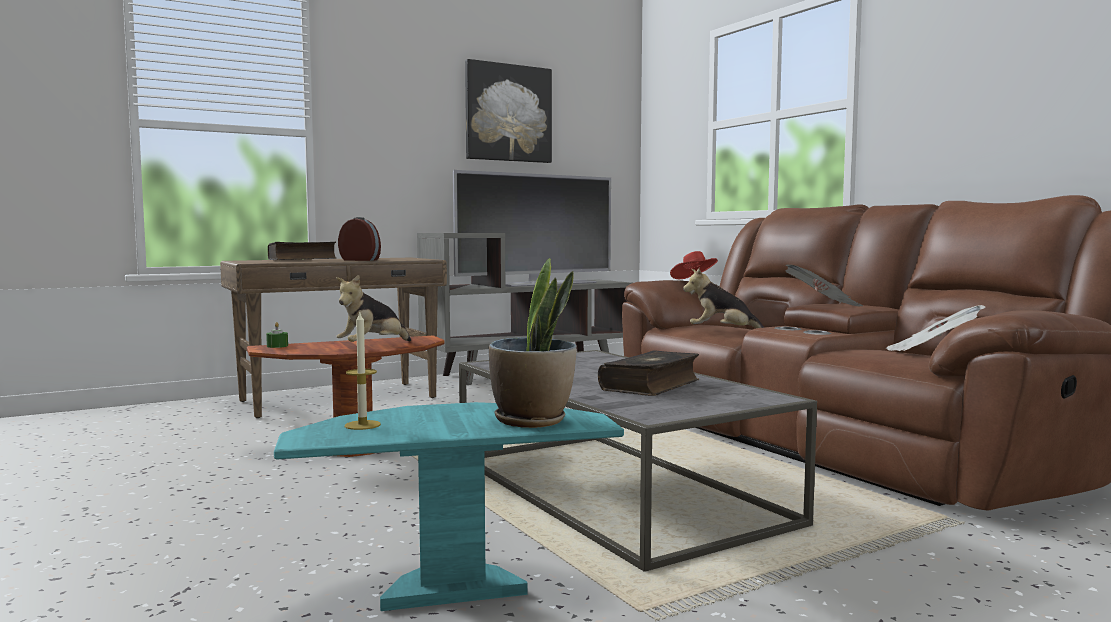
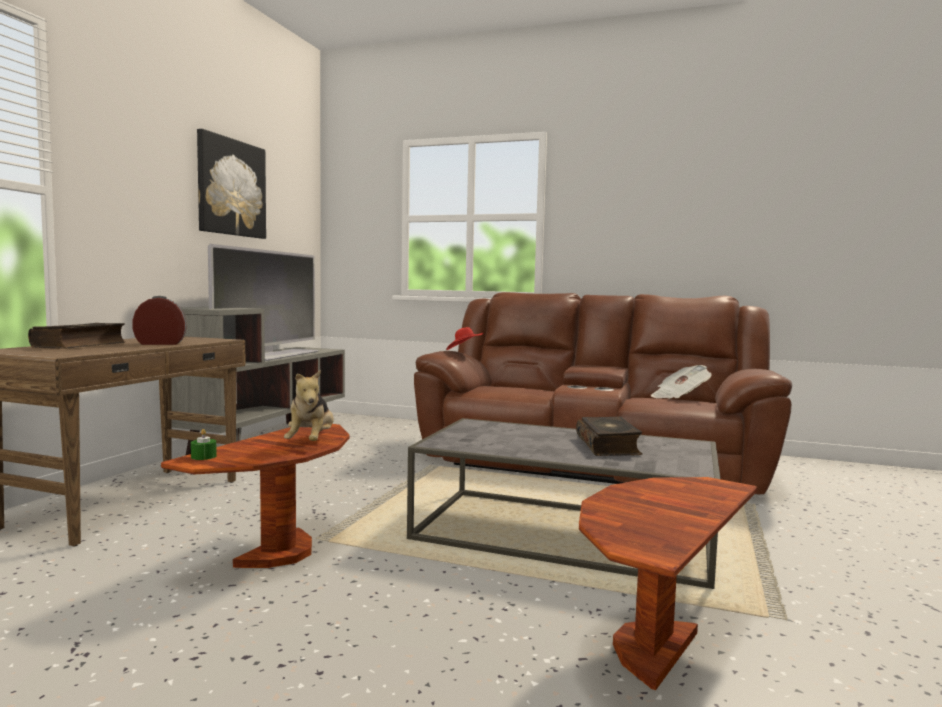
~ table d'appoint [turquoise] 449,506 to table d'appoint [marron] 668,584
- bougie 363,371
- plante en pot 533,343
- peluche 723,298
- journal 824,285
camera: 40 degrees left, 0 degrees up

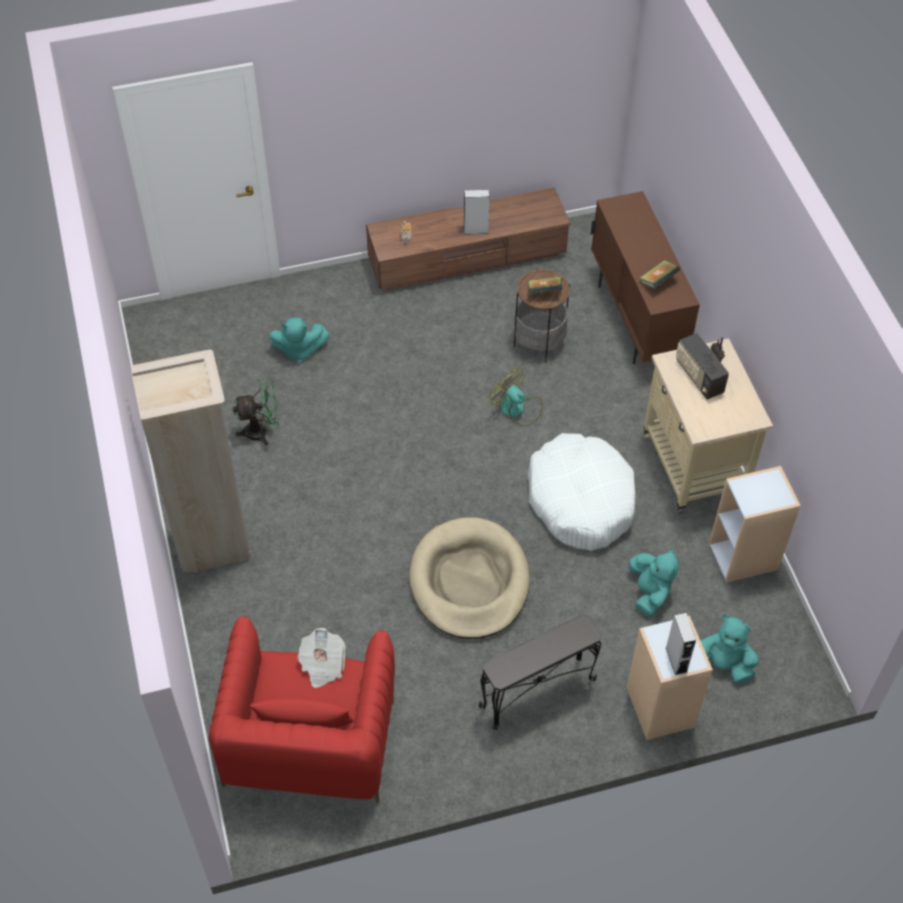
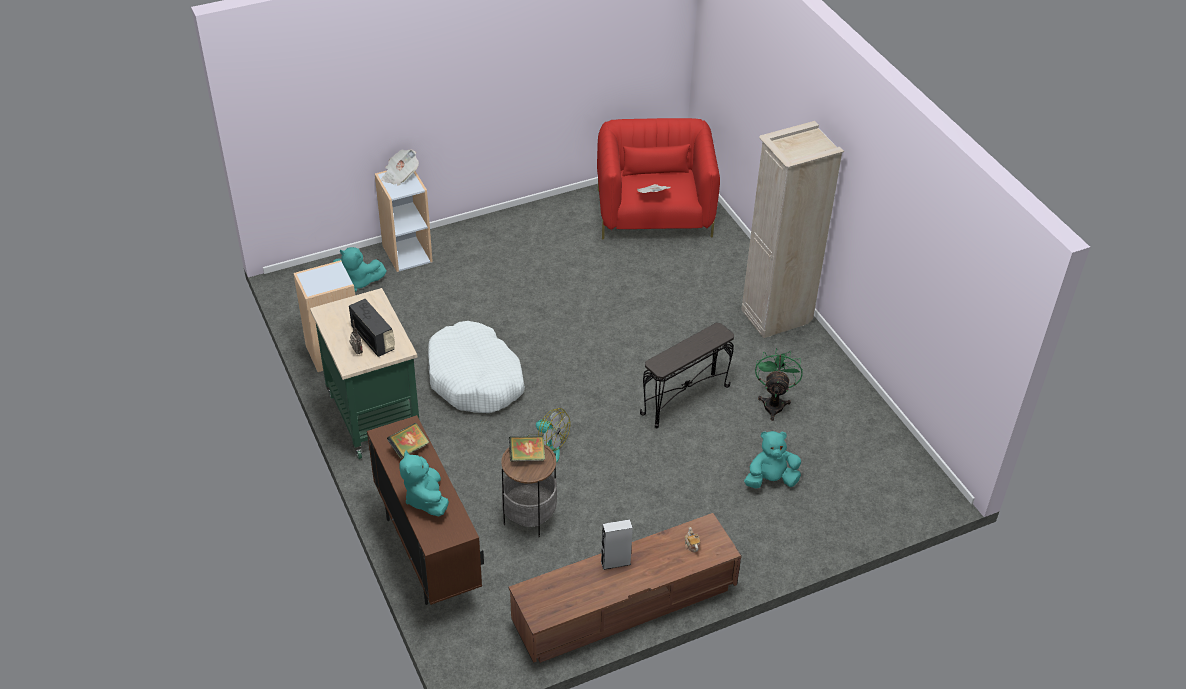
~ ventilateur [vert] 255,412 = 779,384 120 degrees clockwise
- panier pour chien [beige] 469,578
~ table d'appoint [noir] 540,672 to 687,375
~ peluche [turquoise] 653,582 to 424,483
~ chariot [beige] 708,426 to chariot [vert] 364,373
~ enceinte [gris] 681,644 to journal 400,167
camera: 170 degrees right, 10 degrees down

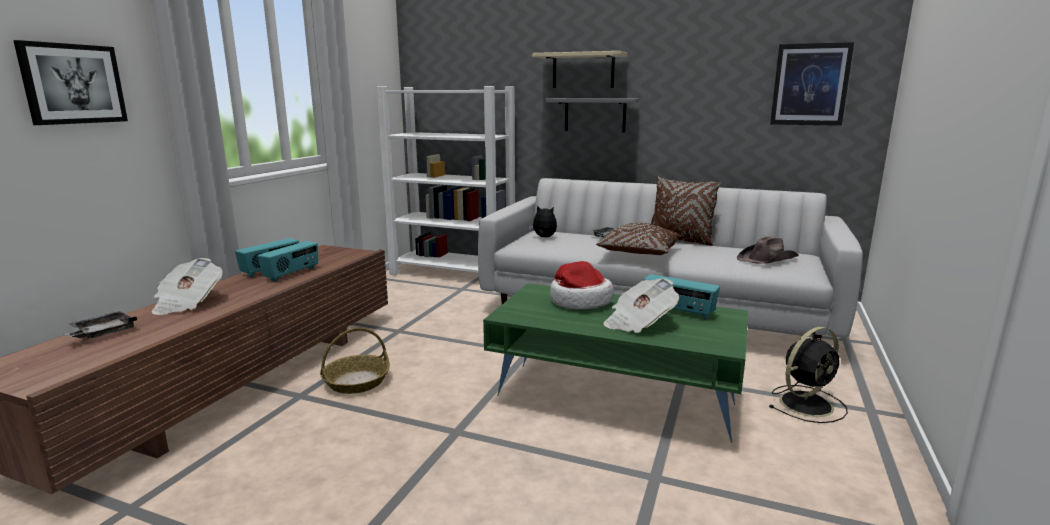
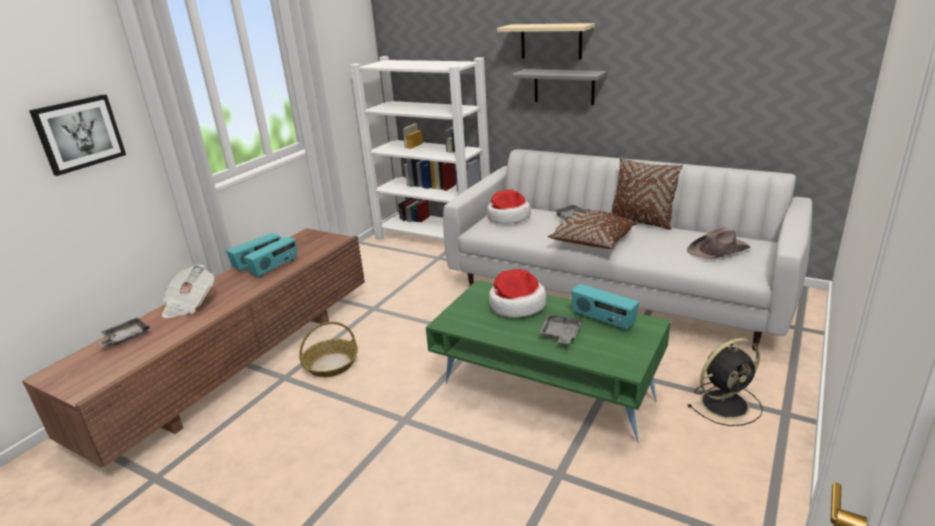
~ peluche 543,221 to chapeau 509,206
~ journal 641,305 to plateau [gris] 560,329
- tableau 812,84
camera: 10 degrees right, 10 degrees up

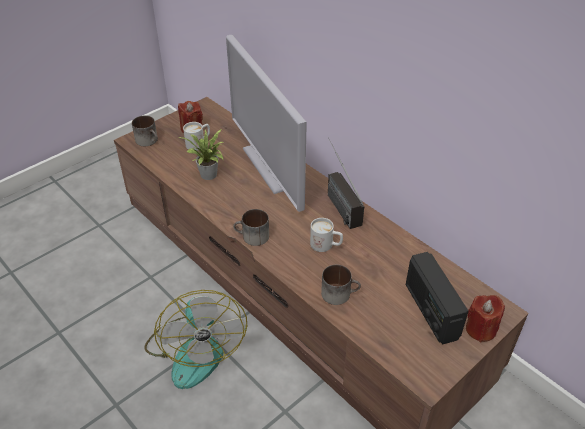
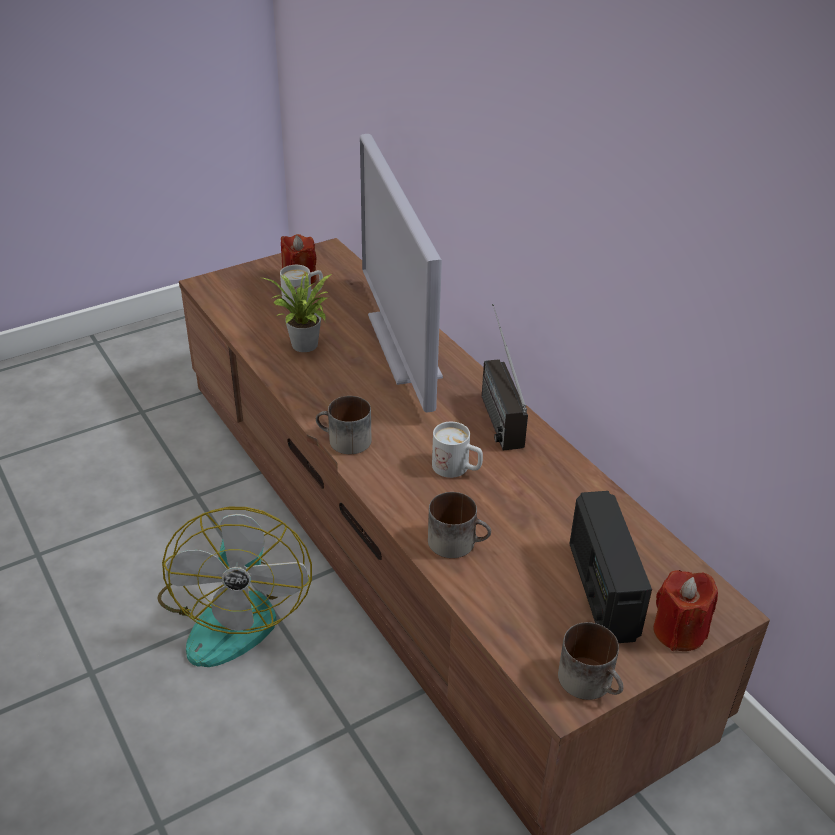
~ mug 145,130 to 591,661
camera: 10 degrees right, 5 degrees down

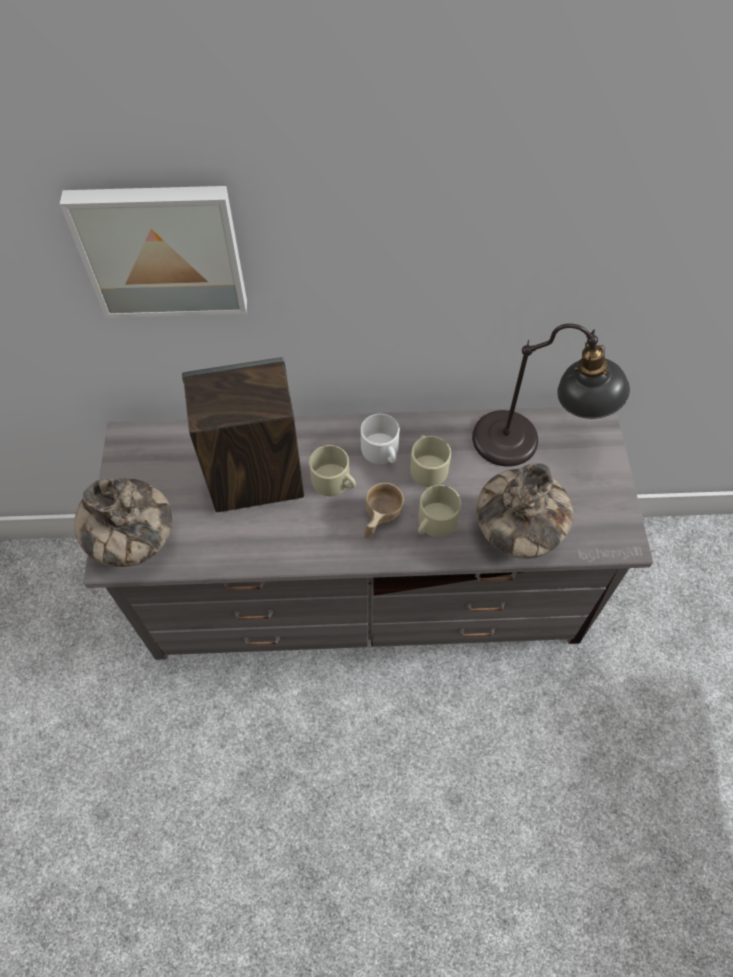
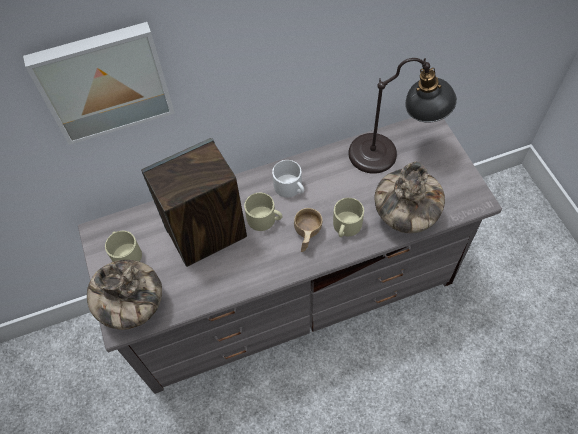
~ mug [beige] 430,461 to 123,246
camera: 15 degrees left, 0 degrees up

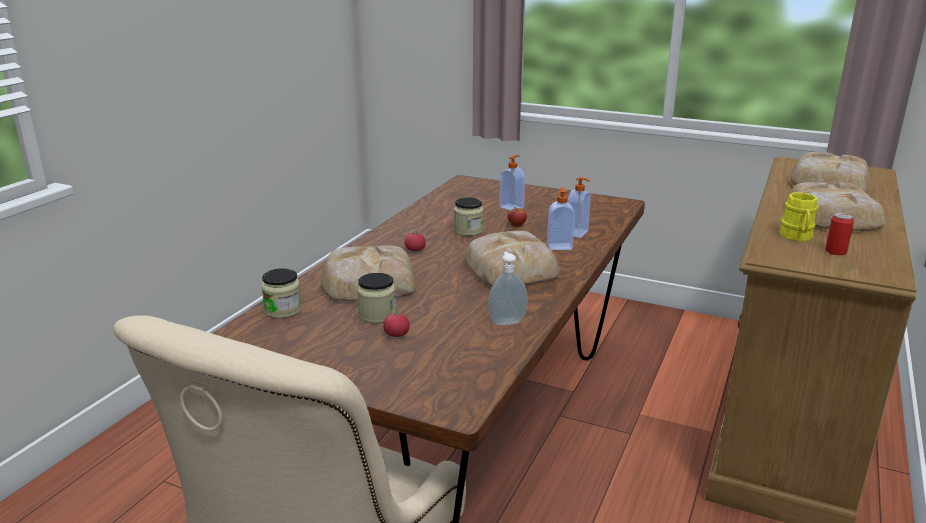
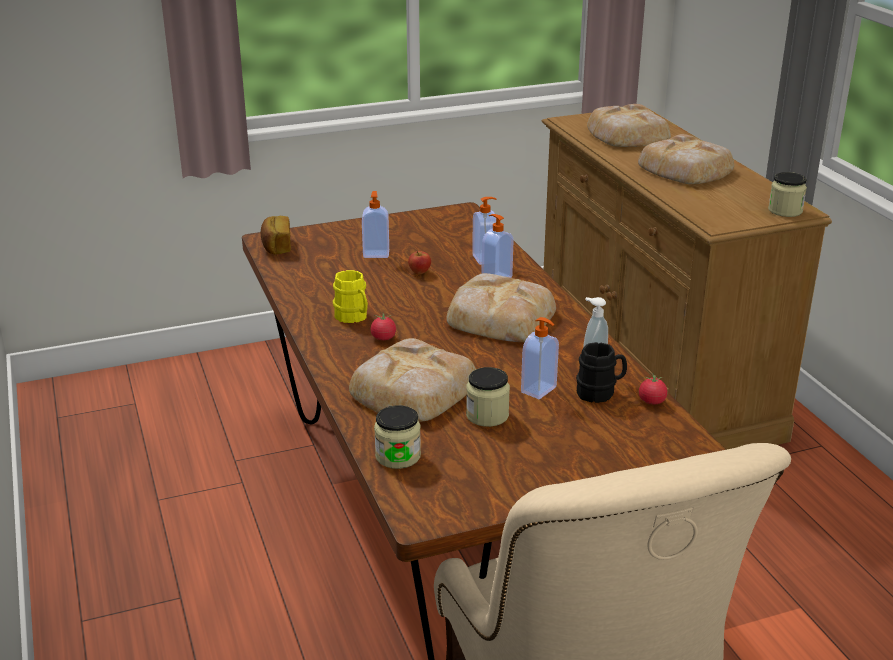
~ tomate 396,322 to 653,388
~ bocal 469,216 to 787,194
~ mug [jaune] 799,217 to 350,296
- boîte métallique 839,233
+ pain 276,235
+ distributeur de savon 540,358
+ mug [noir] 601,372
camera: 45 degrees left, 5 degrees up

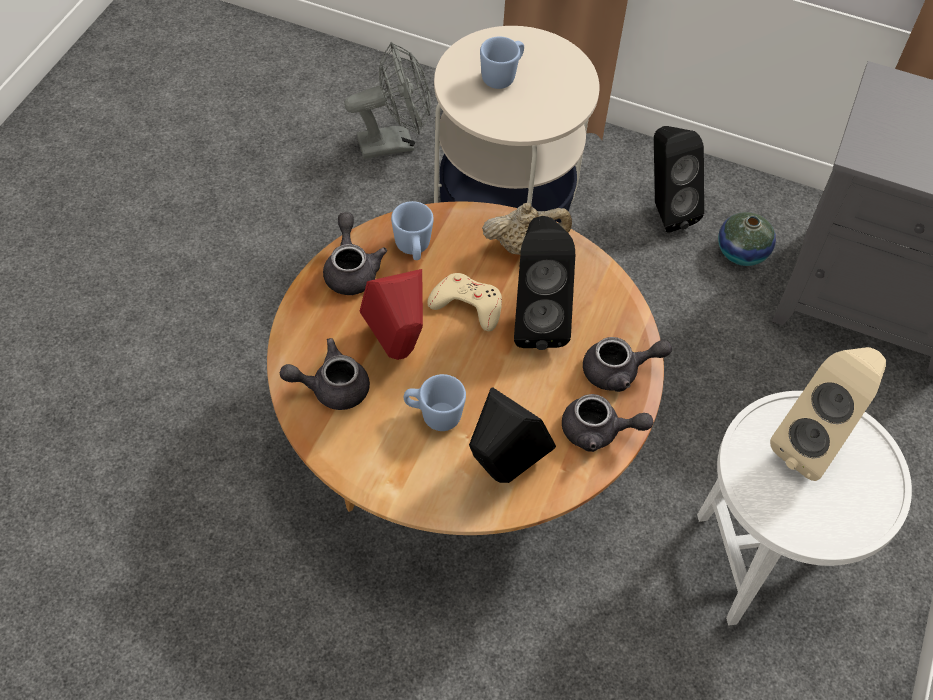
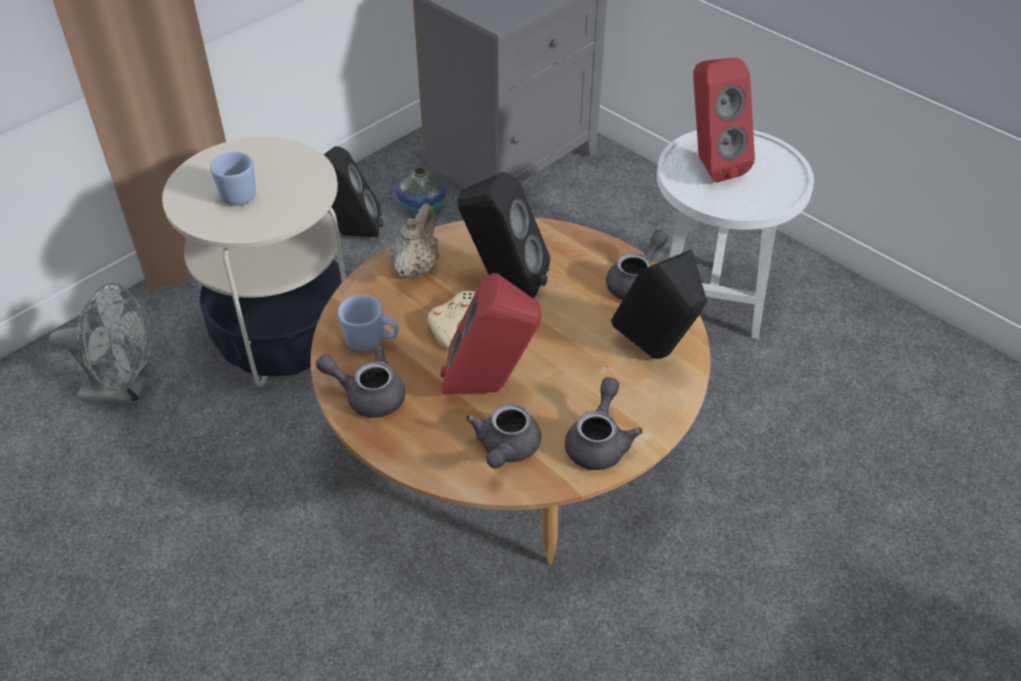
~ ventilateur [gris] 387,100 = 100,344 90 degrees clockwise
- mug [bleu] 435,402
~ théière [gris] 627,364 to 604,423
~ enceinte [beige] 828,414 to enceinte [rouge] 724,120
camera: 65 degrees left, 10 degrees down

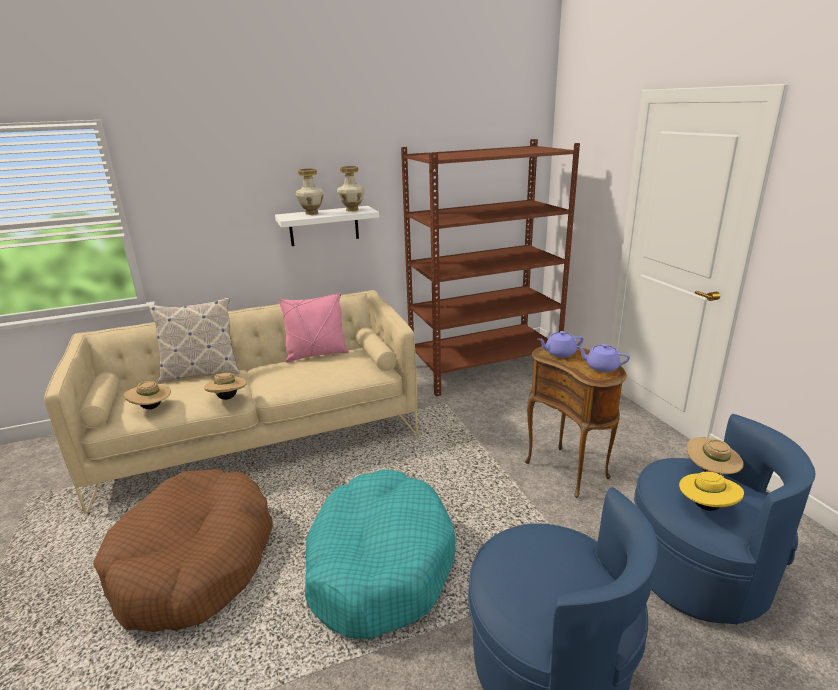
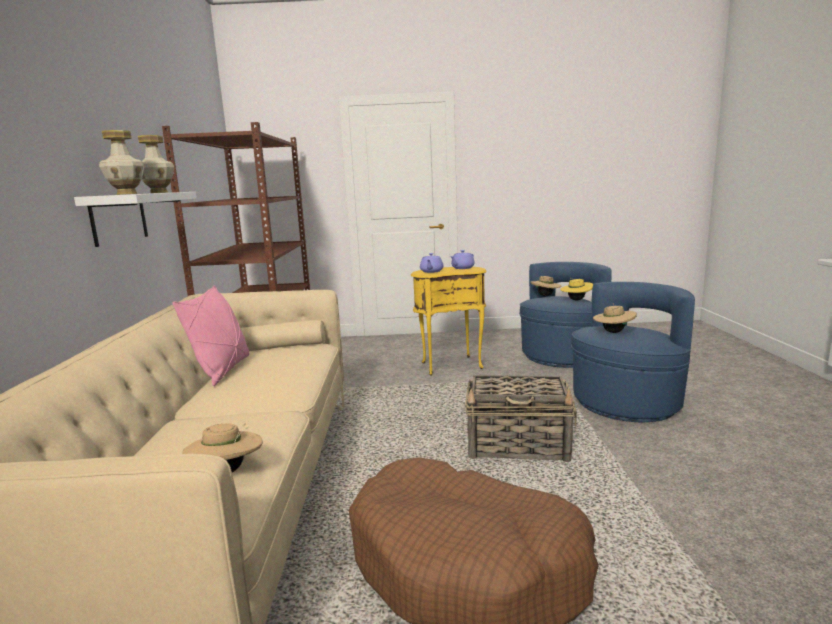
- coussin 193,340
~ chapeau [beige] 225,386 to 615,318
~ panier pour chien [turquoise] 380,554 to panier 520,418
~ table d'appoint [marron] 576,422 to table d'appoint [jaune] 449,321
camera: 70 degrees left, 10 degrees down

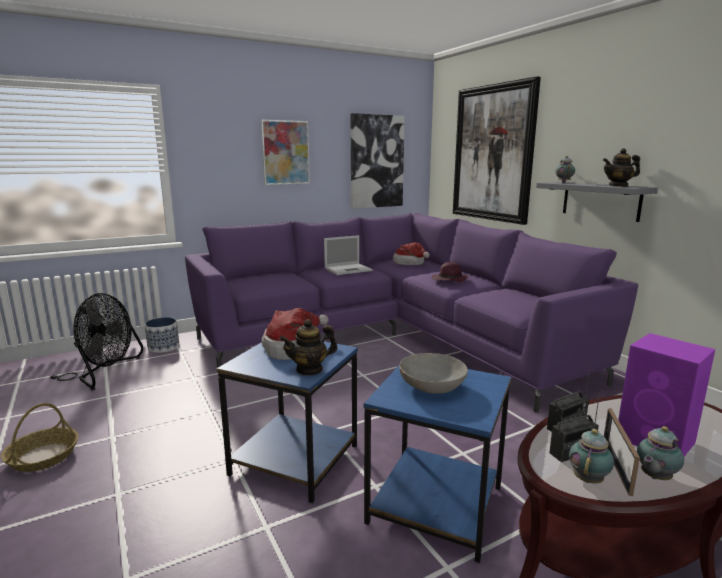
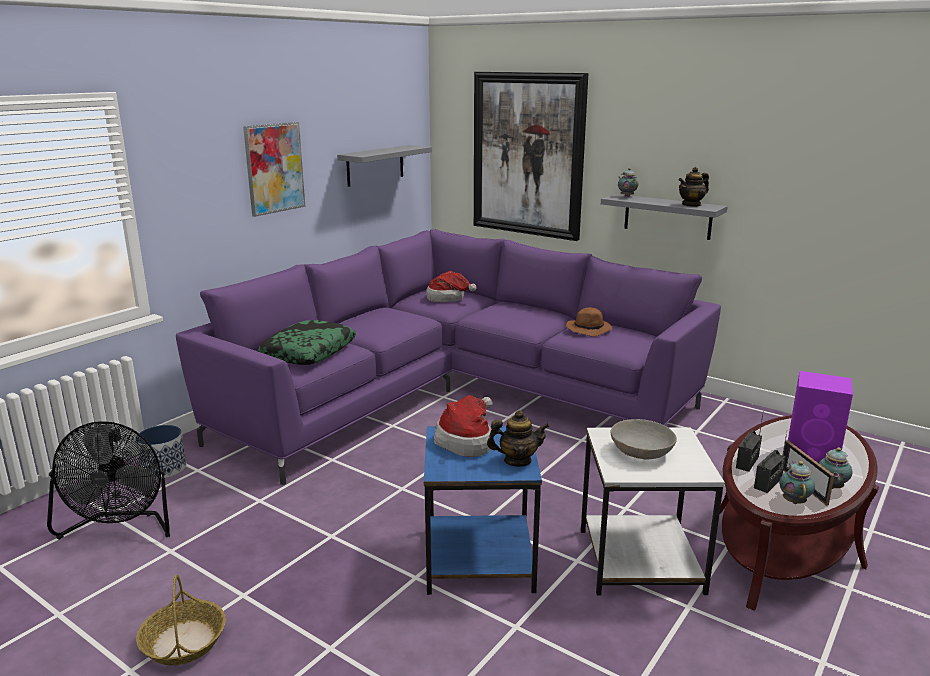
~ ventilateur [noir] 96,342 = 108,480 105 degrees clockwise
~ théière 308,347 = 518,438 135 degrees counterclockwise
- ordinateur portable 348,255
~ tableau 378,161 to étagère [gris] 384,166
~ table d'appoint [bleu] 437,463 to table d'appoint [blanc] 653,511
- chapeau [violet] 450,272
+ coussin 307,342
+ chapeau [marron] 589,322
camera: 25 degrees left, 5 degrees up

